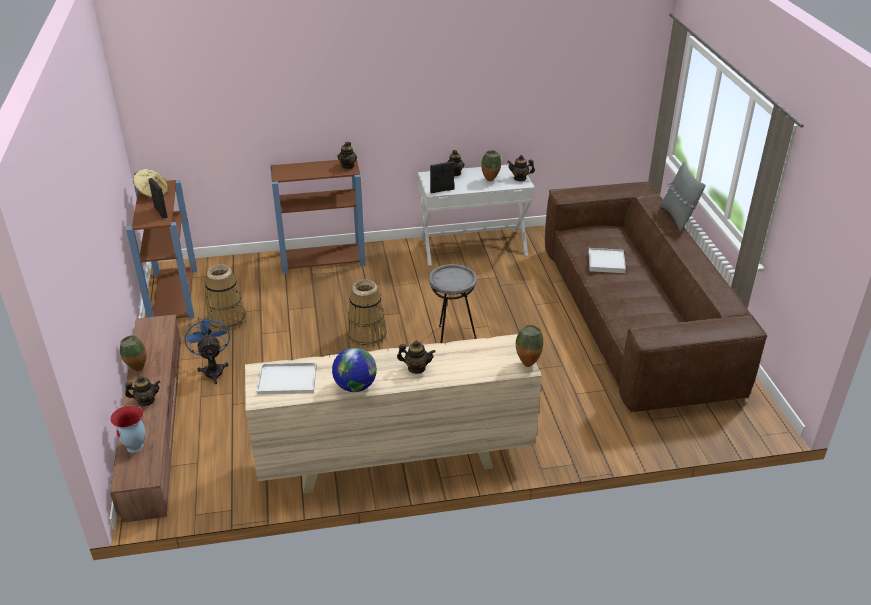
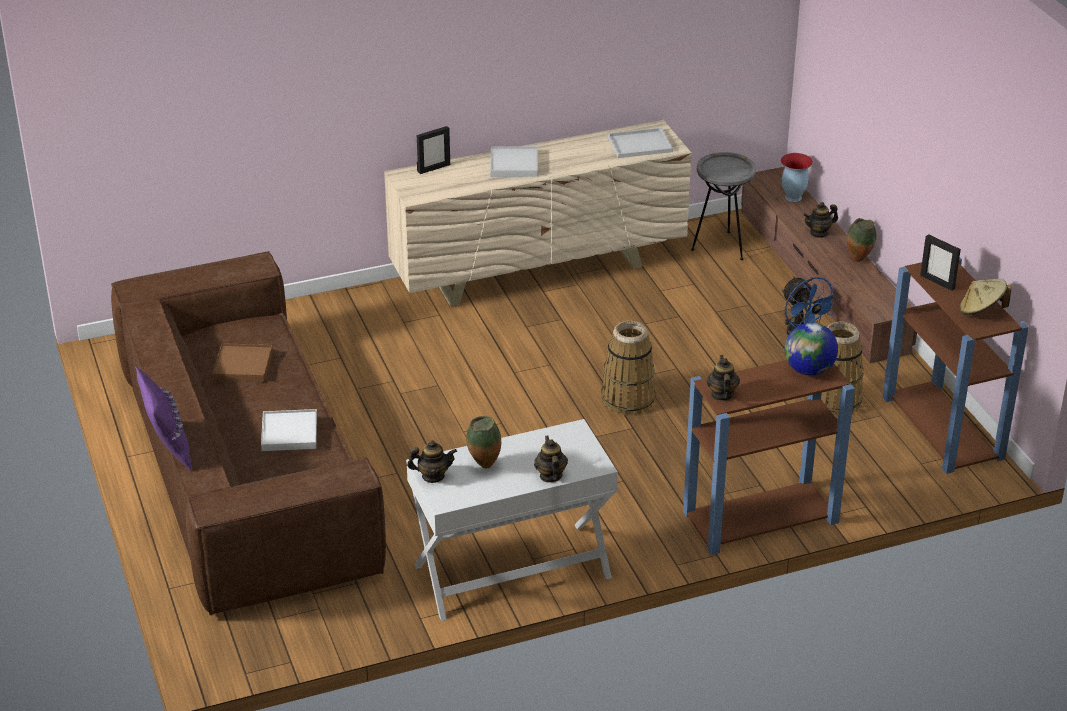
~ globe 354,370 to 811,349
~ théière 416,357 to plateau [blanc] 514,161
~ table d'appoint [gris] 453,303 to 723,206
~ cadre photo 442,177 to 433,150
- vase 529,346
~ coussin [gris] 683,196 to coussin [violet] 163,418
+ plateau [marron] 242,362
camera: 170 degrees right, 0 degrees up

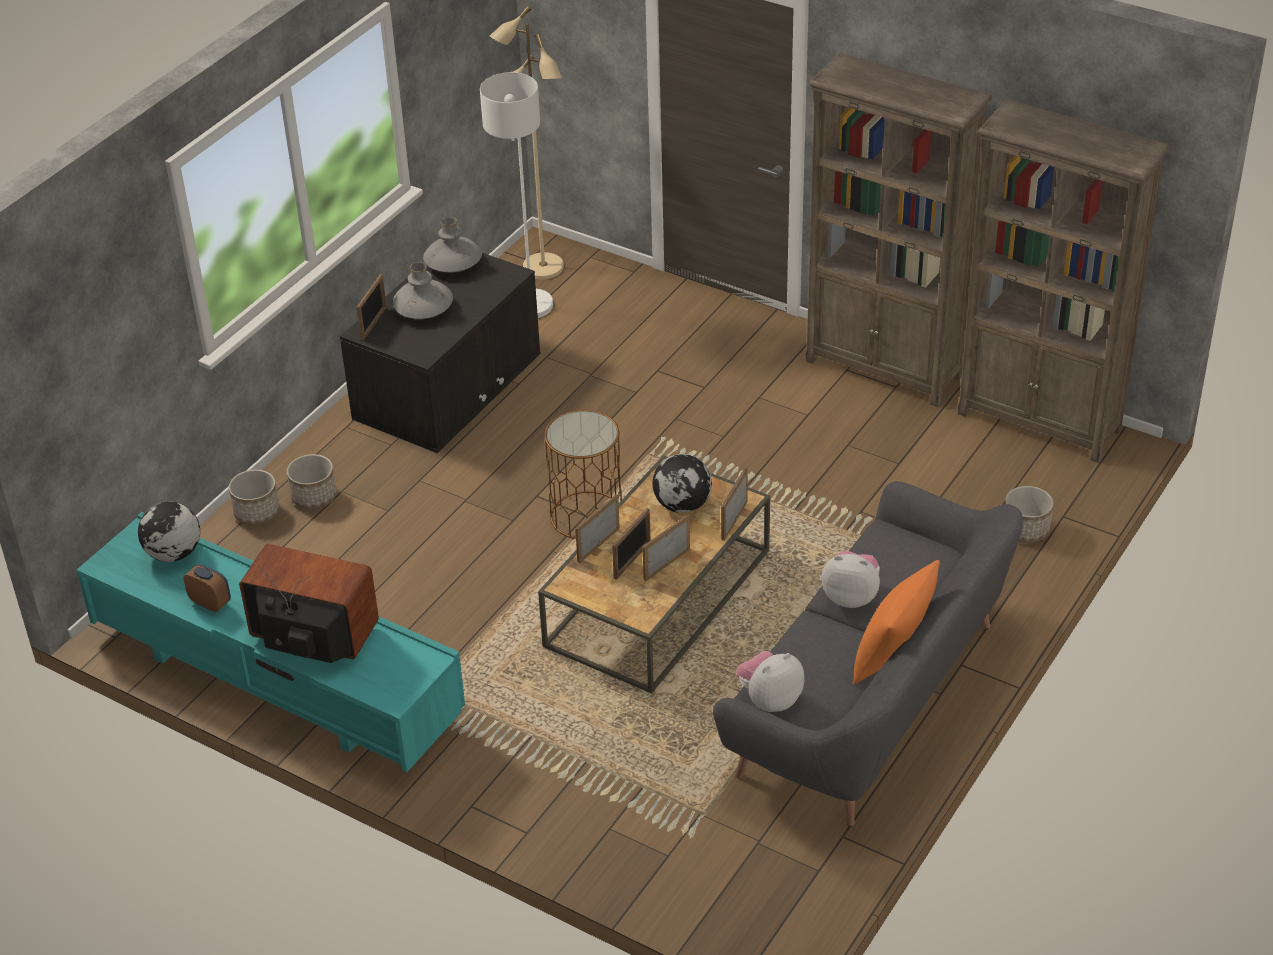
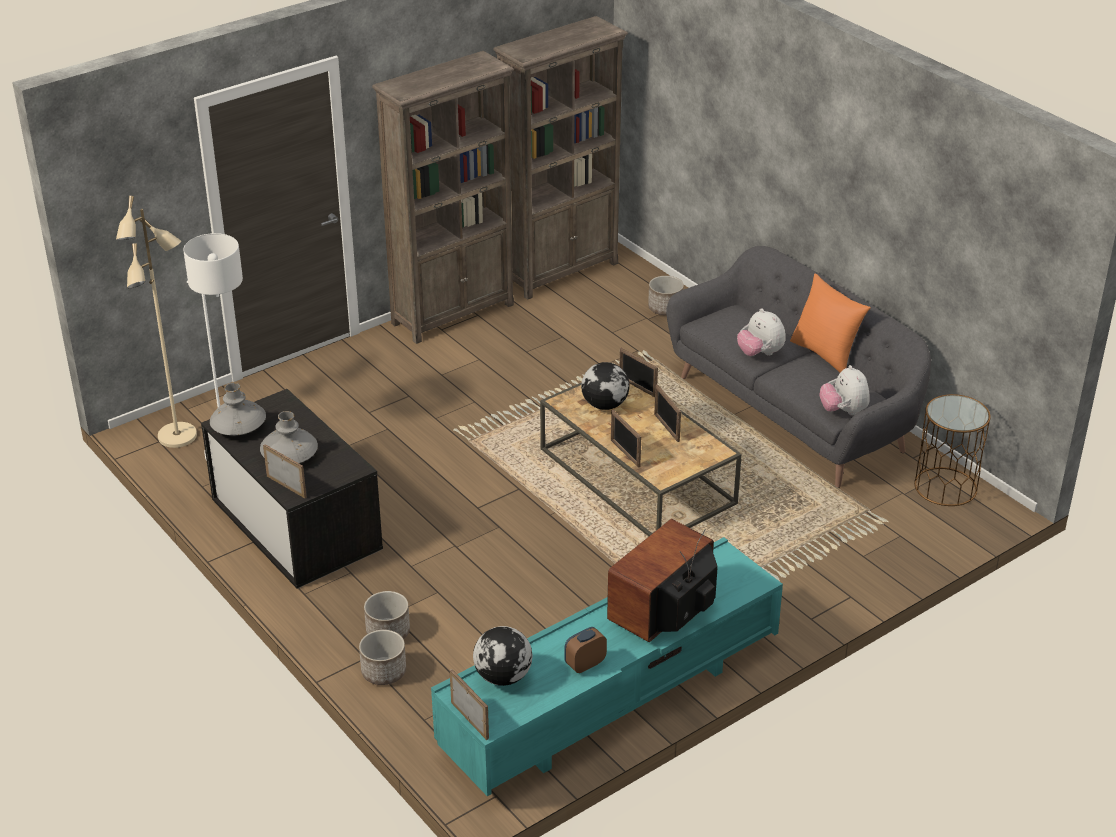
~ table d'appoint [marron] 583,474 to 952,450
~ cadre photo 631,544 to 469,704
~ peluche 850,579 = 761,332 75 degrees counterclockwise
camera: 70 degrees left, 5 degrees down

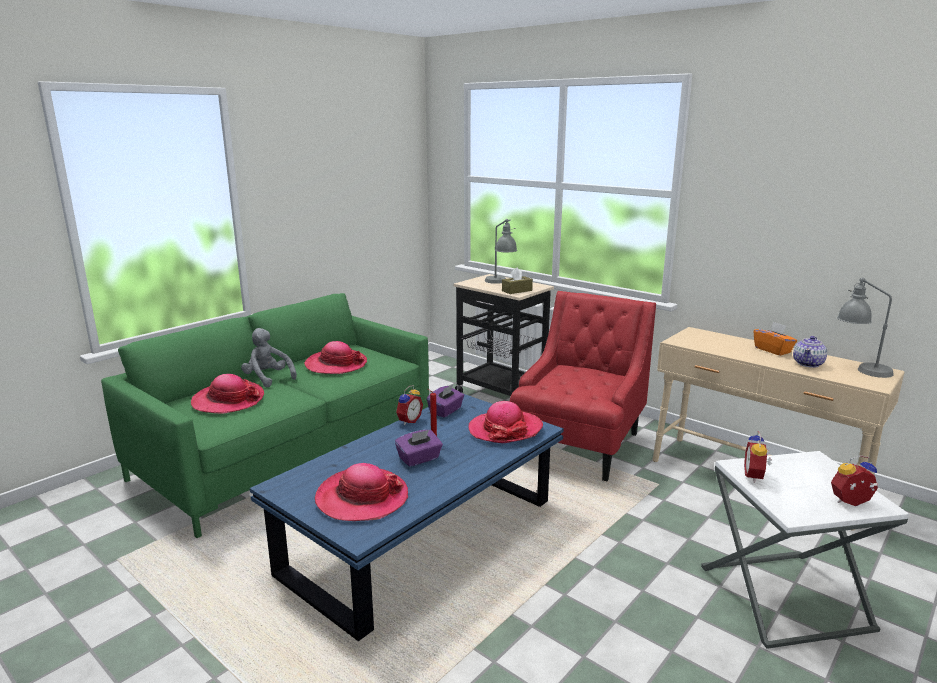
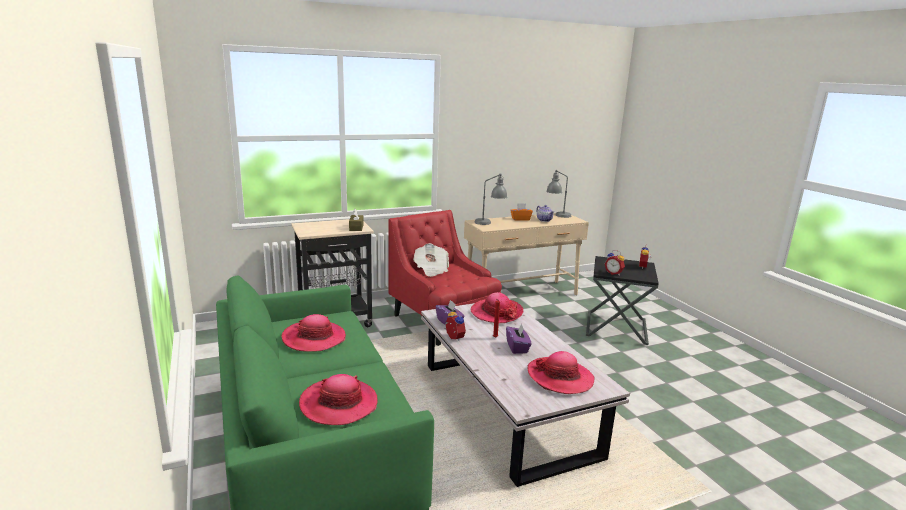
- peluche [gris] 269,357
~ table basse [bleu] 407,517 to table basse [blanc] 525,393
~ lampe de table [gris] 501,251 to 490,199
~ table d'appoint [blanc] 805,550 to table d'appoint [noir] 622,300
+ journal 431,260
camera: 65 degrees left, 0 degrees up

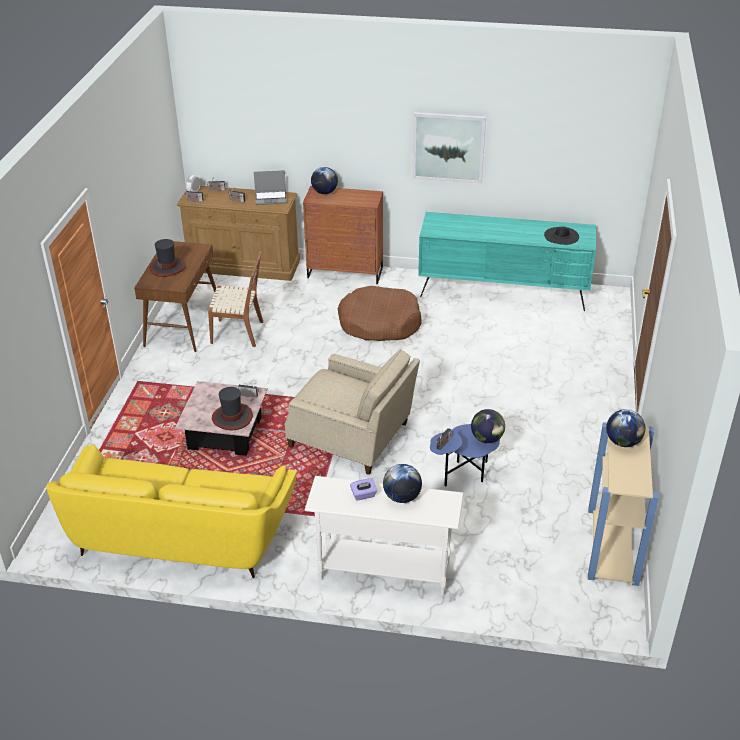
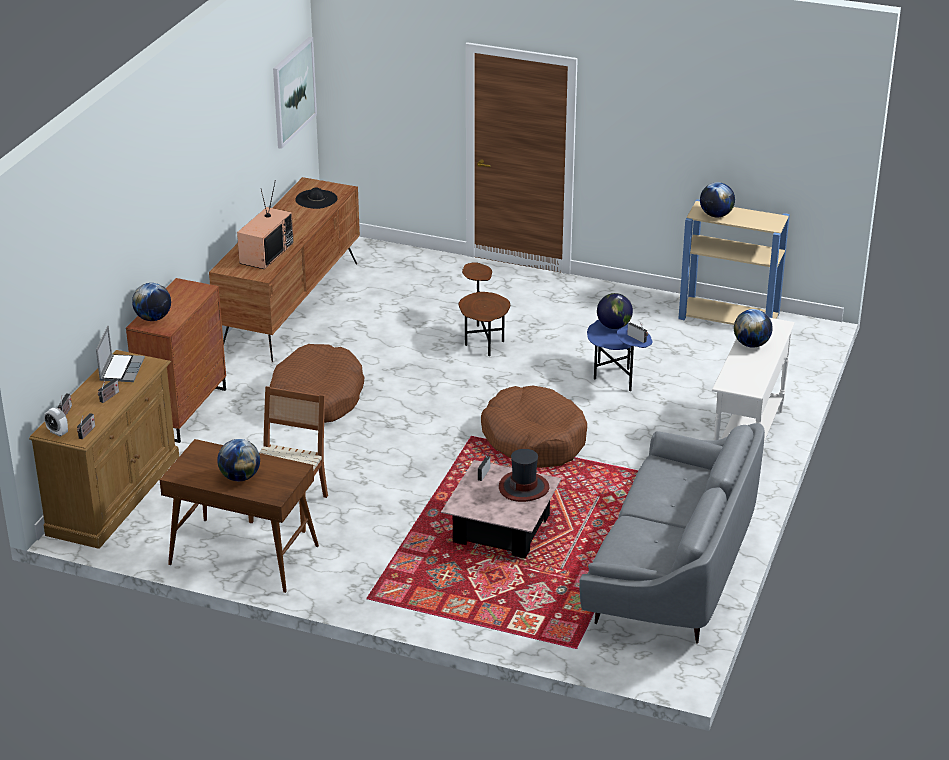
~ canapé [jaune] 171,511 to canapé [gris] 672,533
~ chapeau 167,258 to globe 238,460
~ fauteuil [beige] 352,412 to panier pour chien [marron] 534,426
- boîte à mouchoirs [violet] 363,489
~ tableau 449,148 to 295,93
~ meuble télé [turquoise] 507,261 to meuble télé [marron] 284,269
+ téléviseur 265,224
+ table d'appoint [marron] 484,309
camera: 80 degrees left, 5 degrees down

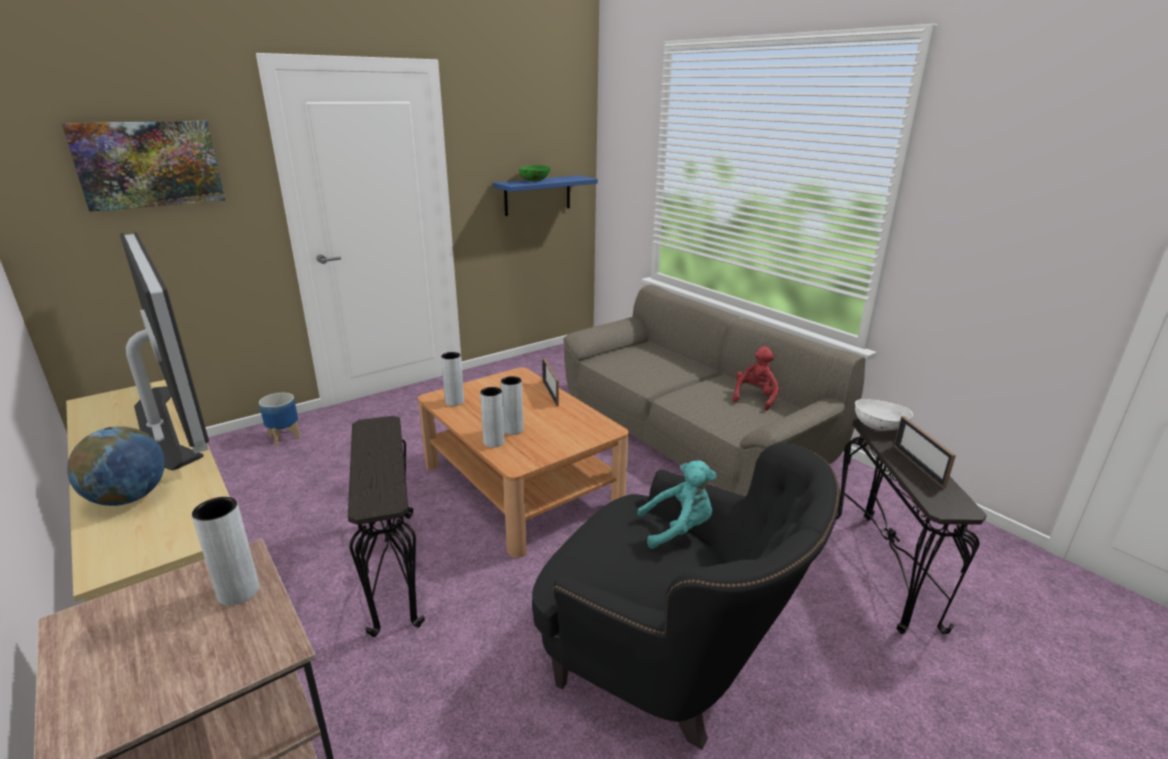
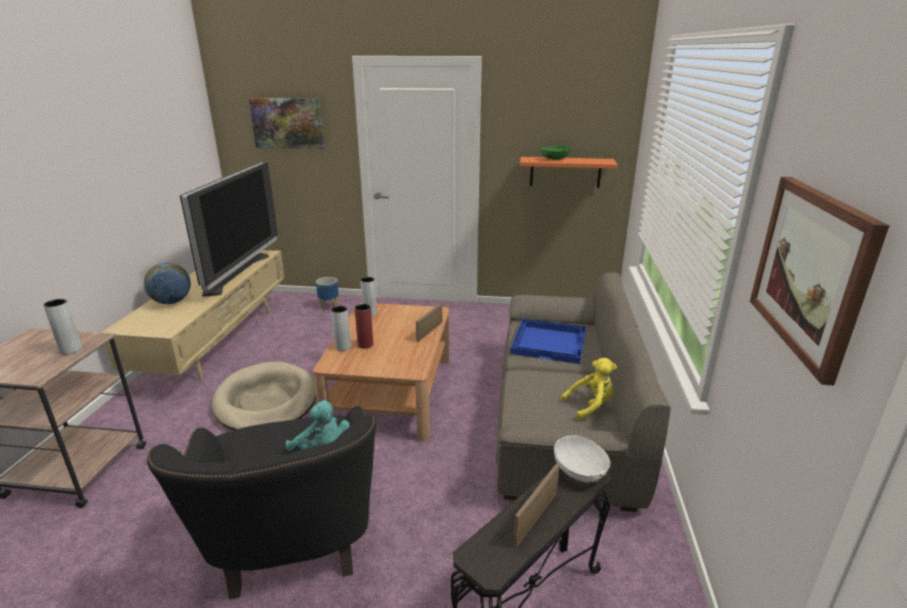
~ table d'appoint [noir] 386,526 to panier pour chien [beige] 264,396
~ étagère [bleu] 545,195 to étagère [orange] 569,172
~ vase [gris] 512,405 to vase [rouge] 364,326
~ peluche [rouge] 756,378 to peluche [jaune] 589,389
+ plateau [bleu] 548,341
+ tableau 819,281
camera: 45 degrees right, 0 degrees up

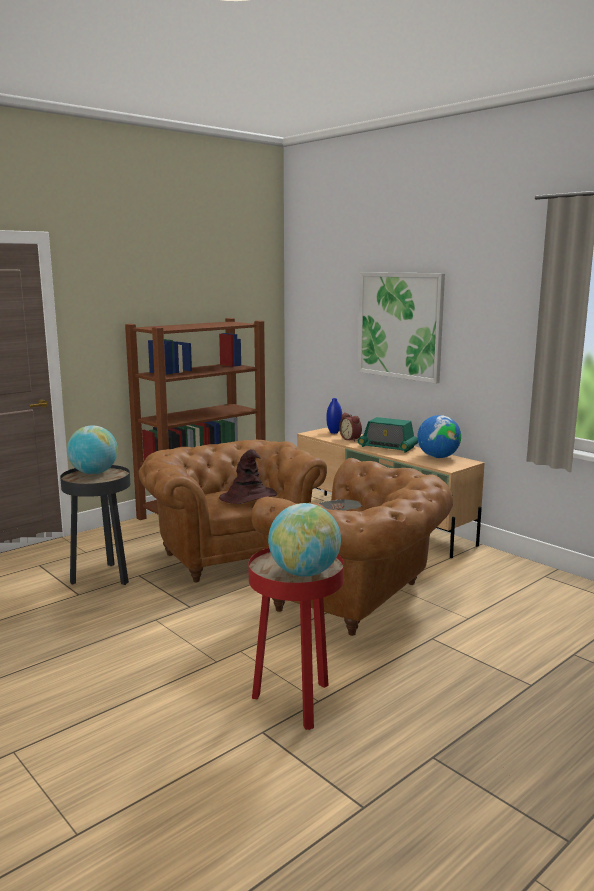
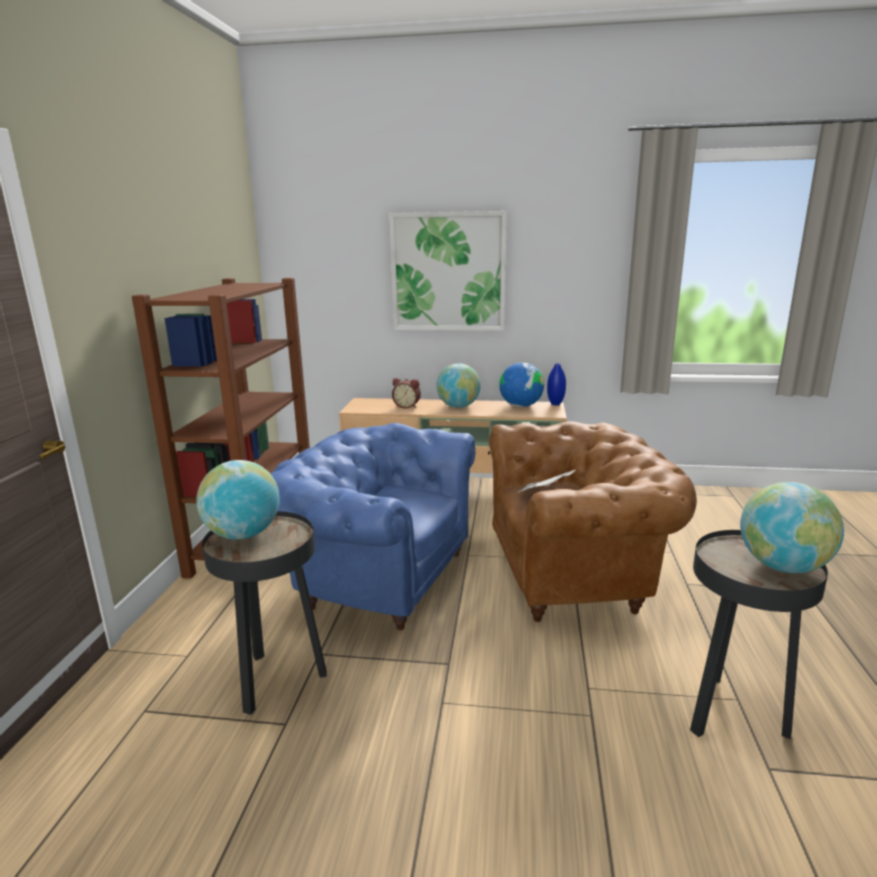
~ fauteuil [marron] 233,511 to fauteuil [bleu] 373,526
- chapeau [marron] 248,476
~ table d'appoint [rouge] 296,639 to table d'appoint [noir] 759,634
~ vase [bleu] 334,416 to 556,384
~ radio 388,435 to globe 458,385
camera: 40 degrees left, 5 degrees up

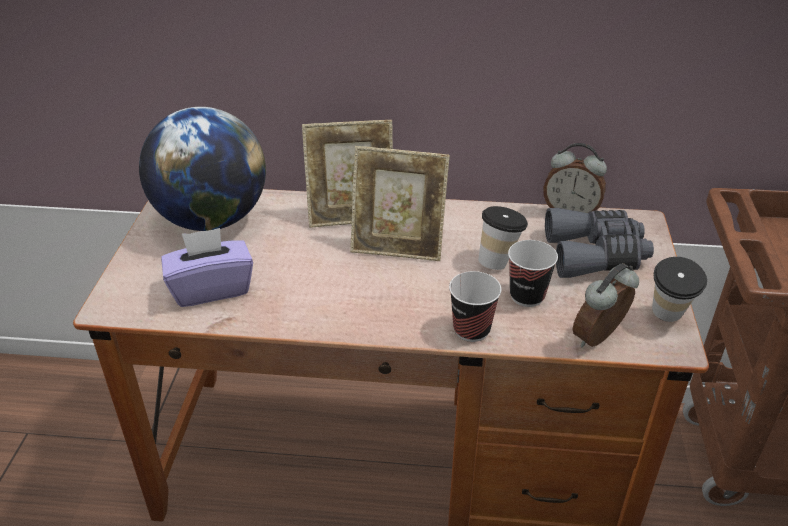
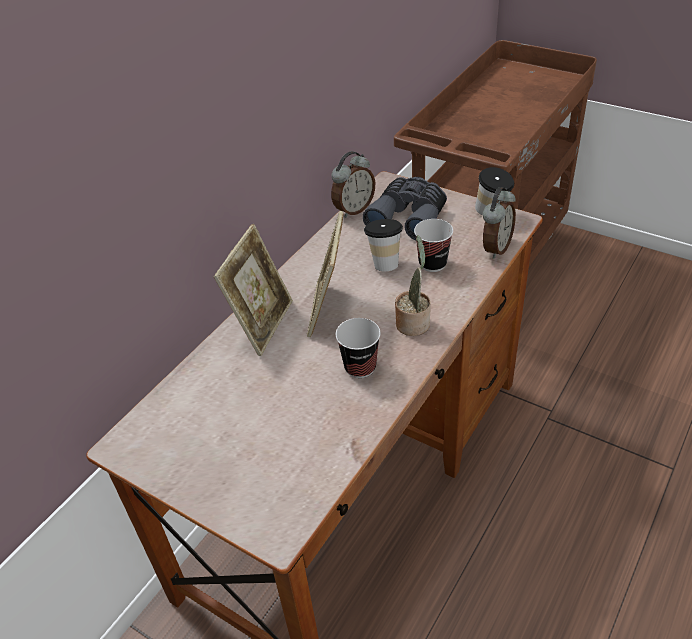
- globe 202,169
- boîte à mouchoirs [violet] 207,267
~ cadre photo 400,203 = 325,274 150 degrees clockwise
~ tasse 475,306 to 358,348
~ réveil 605,305 = 499,223 135 degrees counterclockwise
+ plante en pot 413,285
camera: 60 degrees left, 5 degrees up

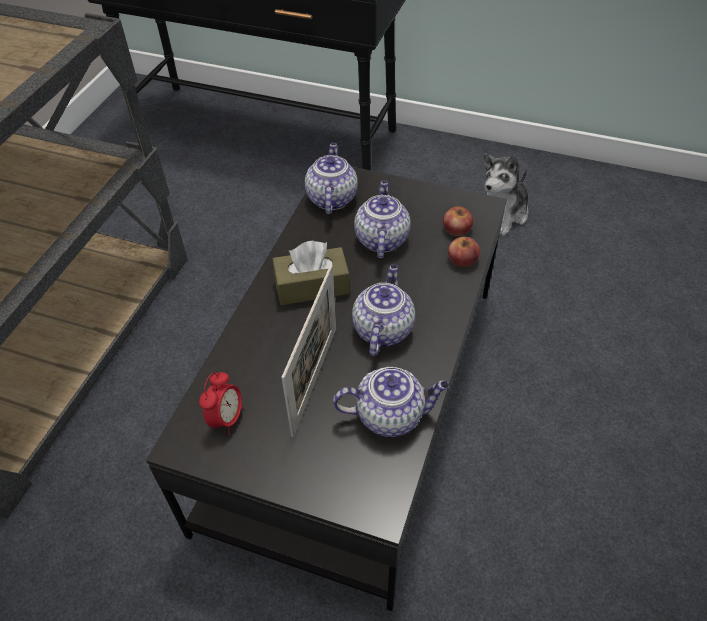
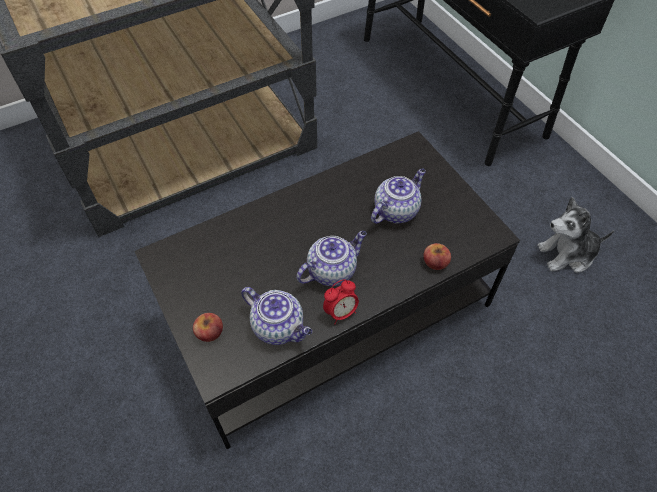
~ réveil 221,403 to 341,301
- boîte à mouchoirs [marron] 311,273
- cadre photo 308,351
- théière 331,178
~ pomme 458,221 to 208,327
camera: 40 degrees right, 5 degrees up

